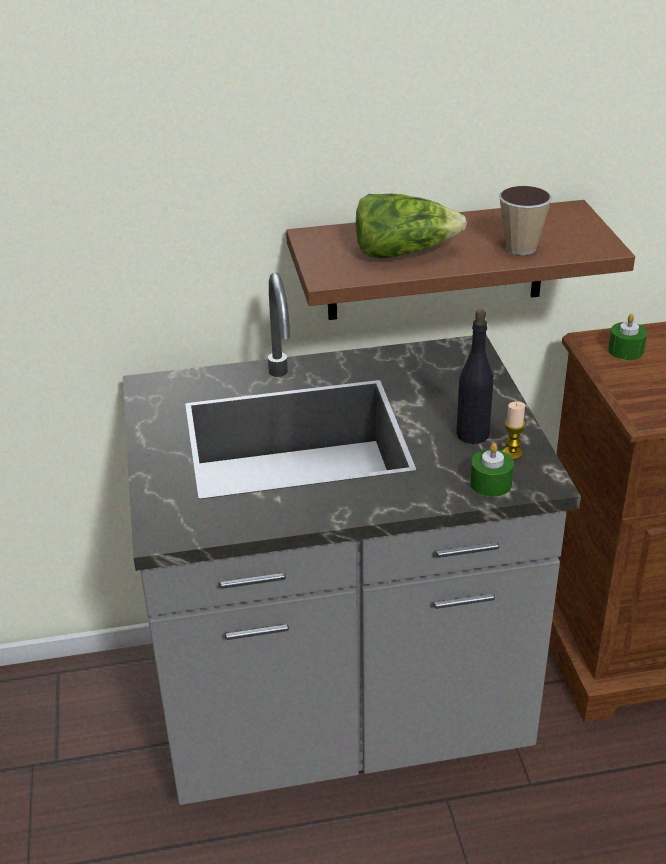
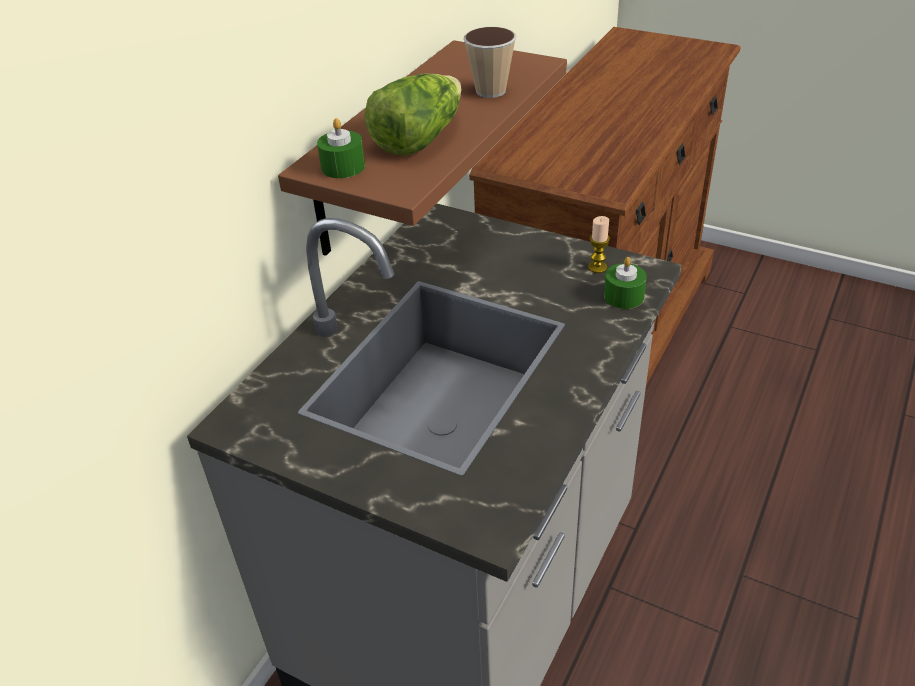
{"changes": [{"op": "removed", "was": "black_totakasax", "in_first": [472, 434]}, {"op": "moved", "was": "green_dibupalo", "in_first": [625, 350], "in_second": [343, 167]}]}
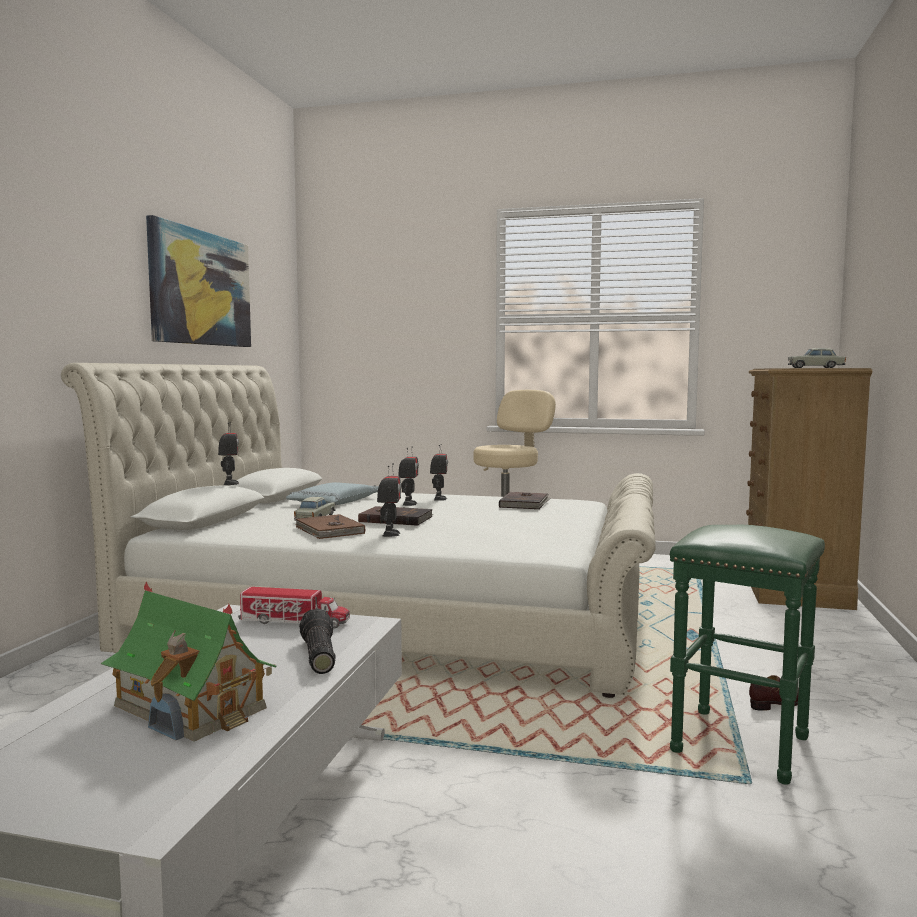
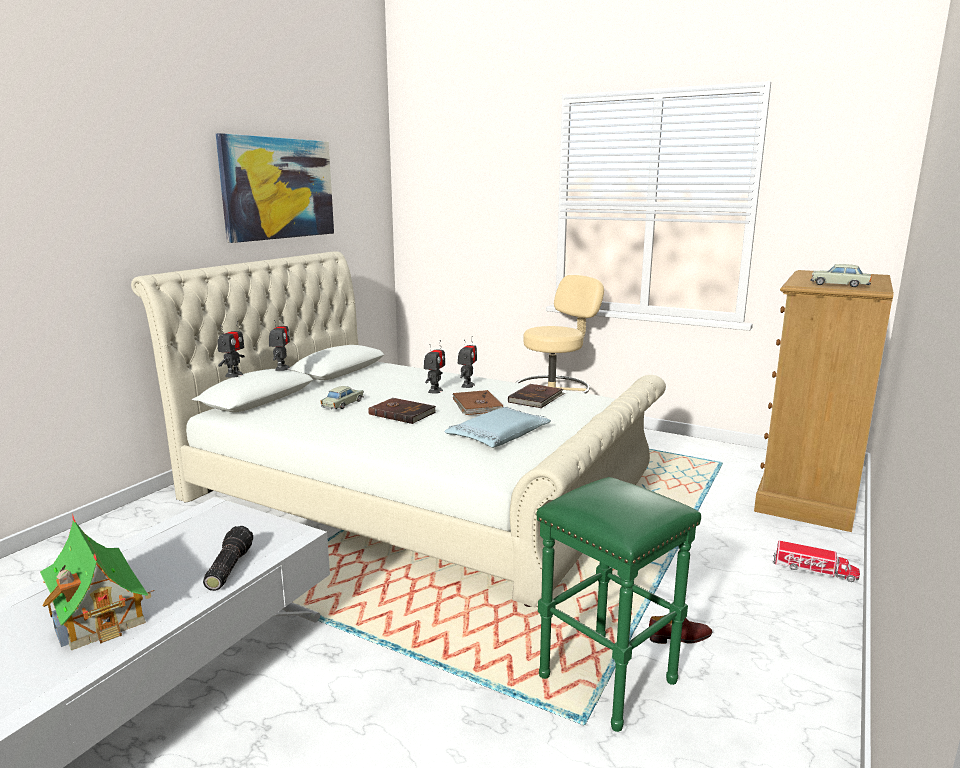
{"changes": [{"op": "moved", "was": "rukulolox", "in_first": [294, 622], "in_second": [814, 570]}, {"op": "moved", "was": "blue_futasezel", "in_first": [335, 500], "in_second": [499, 434]}, {"op": "moved", "was": "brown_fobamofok", "in_first": [328, 530], "in_second": [476, 405]}, {"op": "moved", "was": "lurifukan", "in_first": [390, 534], "in_second": [234, 375]}]}
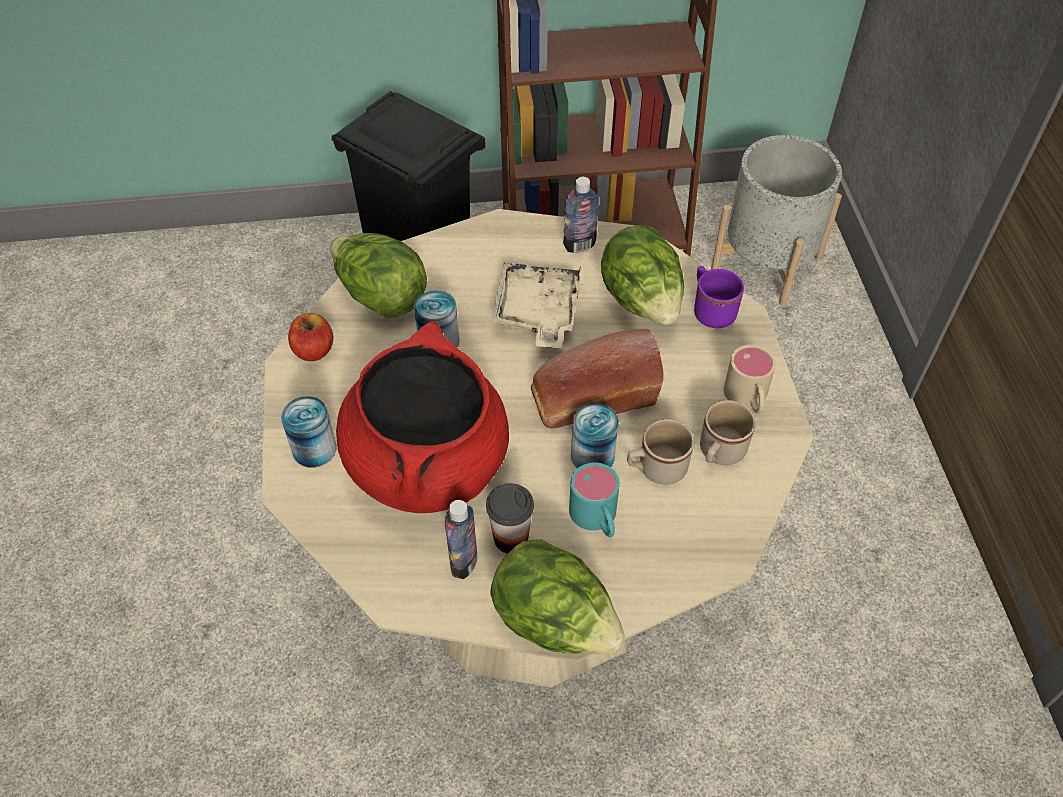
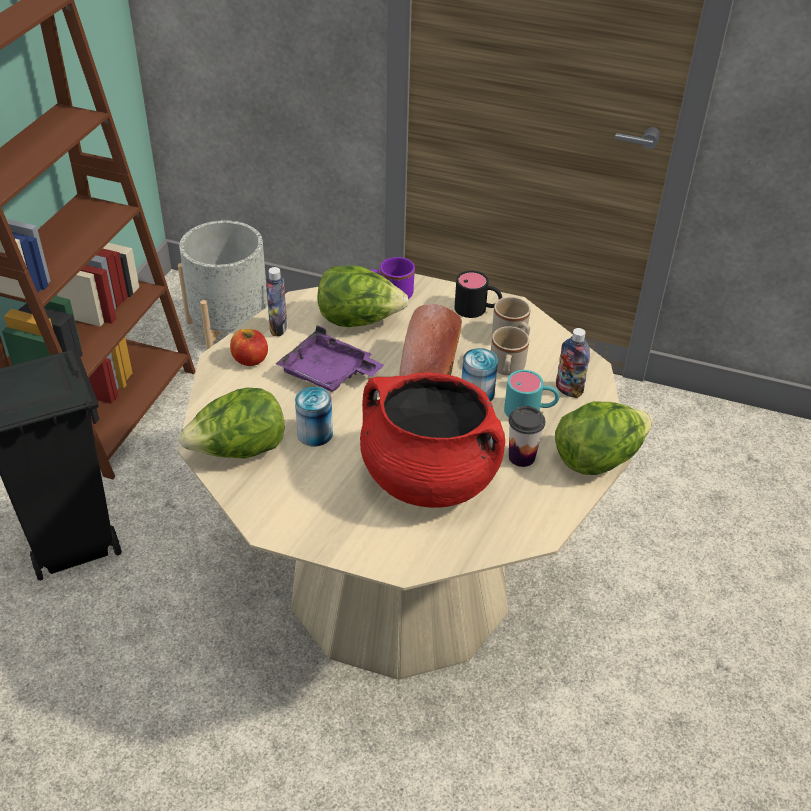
{"changes": [{"op": "removed", "was": "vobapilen", "in_first": [314, 449]}, {"op": "moved", "was": "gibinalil", "in_first": [314, 350], "in_second": [250, 359]}, {"op": "moved", "was": "totakasax", "in_first": [464, 562], "in_second": [568, 390]}, {"op": "recoloured", "was": "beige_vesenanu", "now": "purple_vesenanu", "in_first": [536, 314], "in_second": [328, 373]}, {"op": "recoloured", "was": "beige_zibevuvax", "now": "black_zibevuvax", "in_first": [748, 399], "in_second": [477, 309]}]}
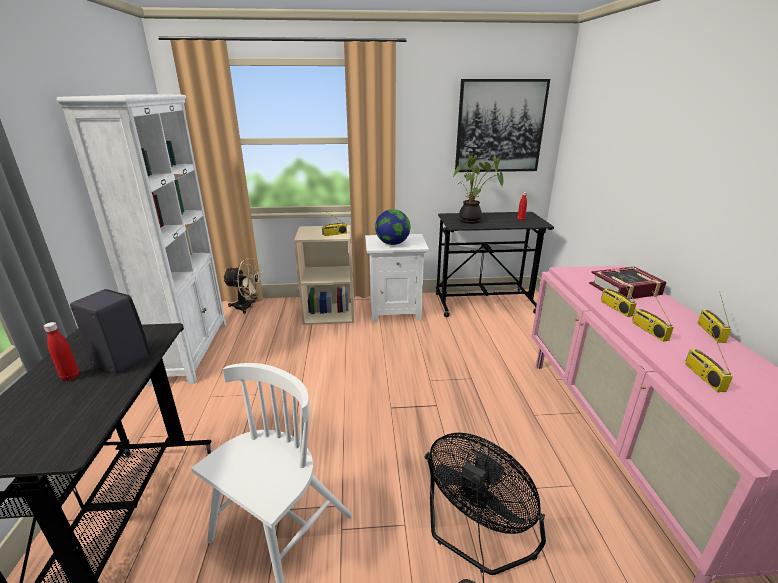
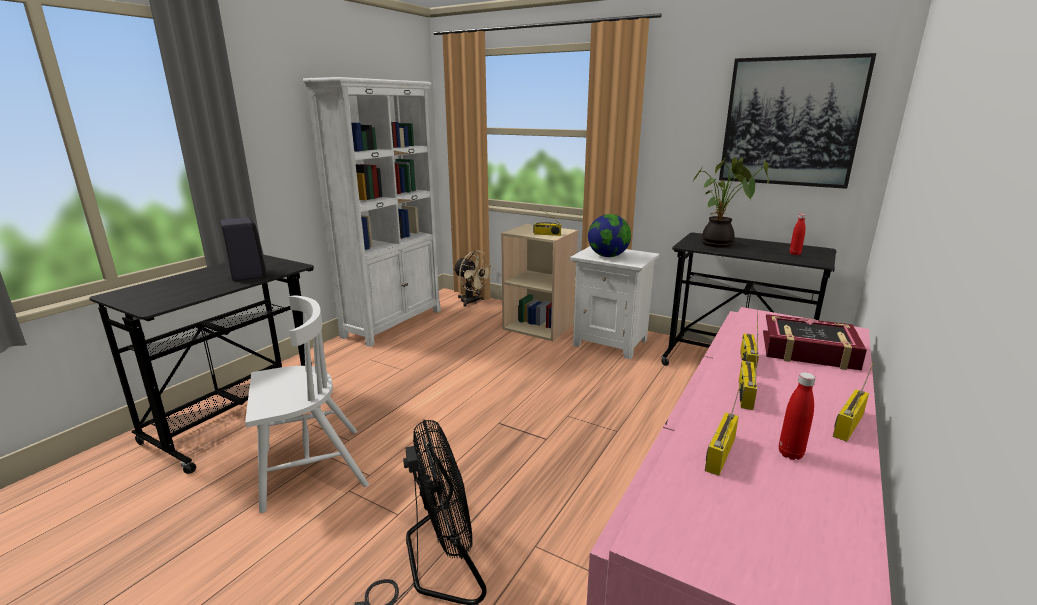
{"changes": [{"op": "moved", "was": "red_totakasax", "in_first": [70, 377], "in_second": [790, 454]}]}
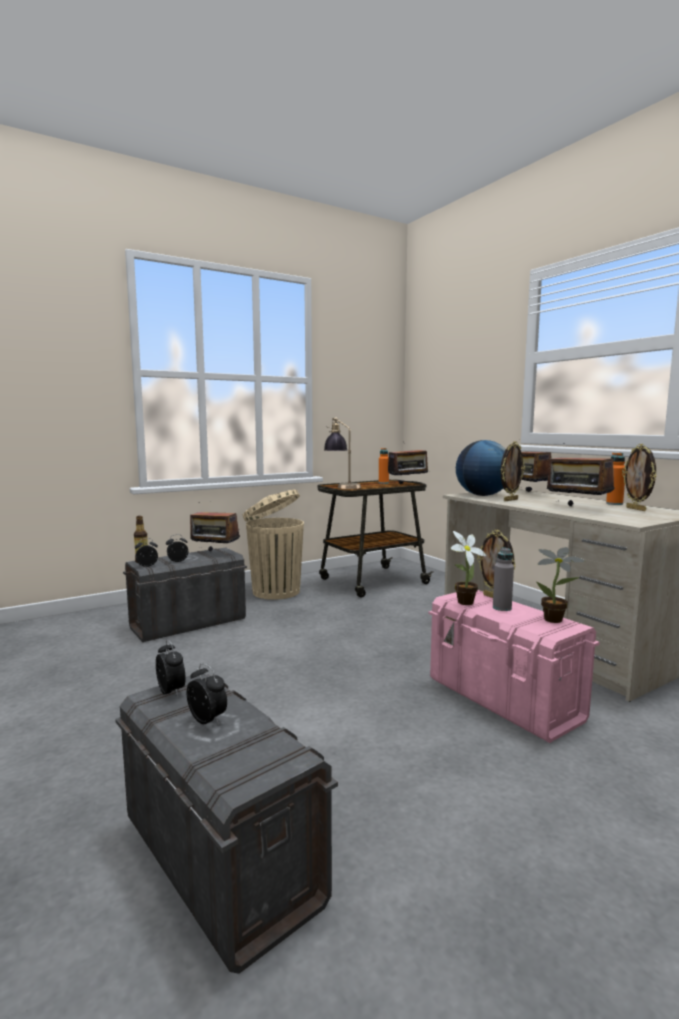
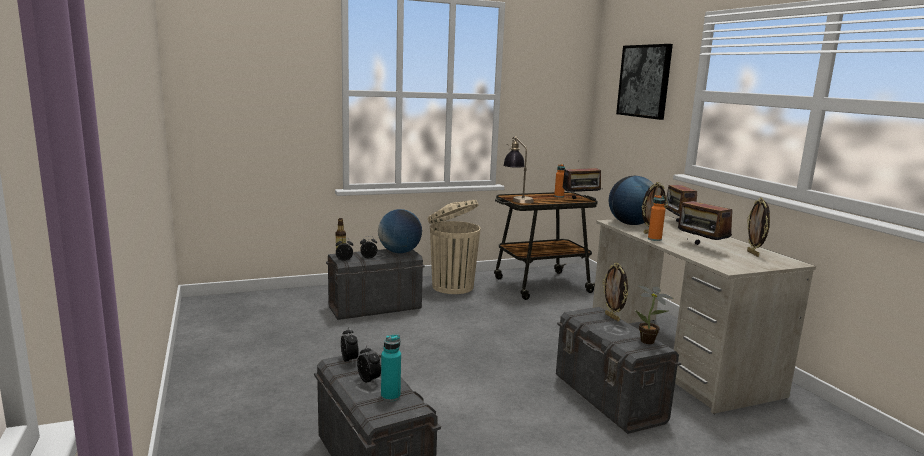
{"changes": [{"op": "replaced", "was": "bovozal", "now": "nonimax", "in_first": [215, 553], "in_second": [399, 252]}, {"op": "recoloured", "was": "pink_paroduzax", "now": "grey_paroduzax", "in_first": [504, 700], "in_second": [608, 399]}, {"op": "removed", "was": "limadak", "in_first": [463, 603]}, {"op": "removed", "was": "grey_totakasax", "in_first": [502, 608]}, {"op": "moved", "was": "orange_totakasax", "in_first": [614, 504], "in_second": [654, 239]}, {"op": "added", "now": "turquoise_totakasax", "in_second": [390, 396]}, {"op": "added", "now": "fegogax", "in_second": [644, 81]}]}
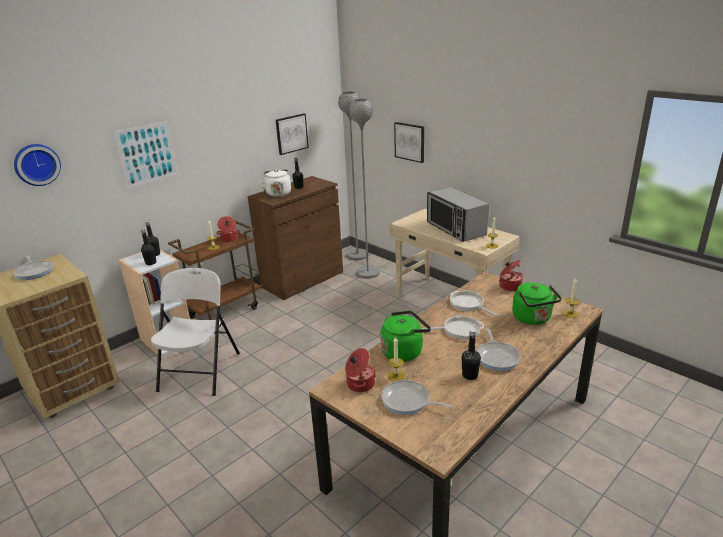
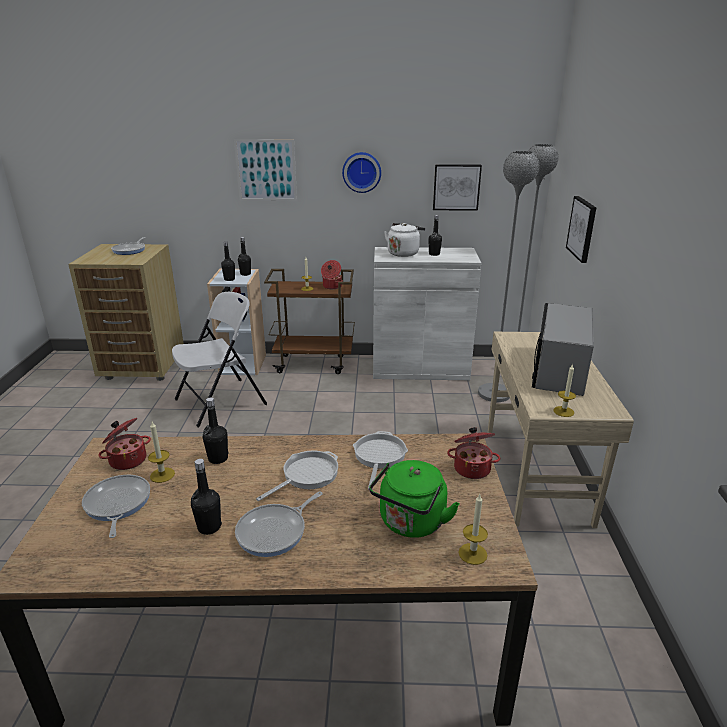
{"changes": [{"op": "moved", "was": "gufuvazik", "in_first": [36, 164], "in_second": [361, 172]}, {"op": "recoloured", "was": "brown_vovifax", "now": "white_vovifax", "in_first": [302, 279], "in_second": [420, 368]}, {"op": "replaced", "was": "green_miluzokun", "now": "black_totakasax", "in_first": [404, 351], "in_second": [218, 458]}, {"op": "turned", "was": "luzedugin", "in_first": [458, 330], "in_second": [307, 475], "clockwise": -90}]}
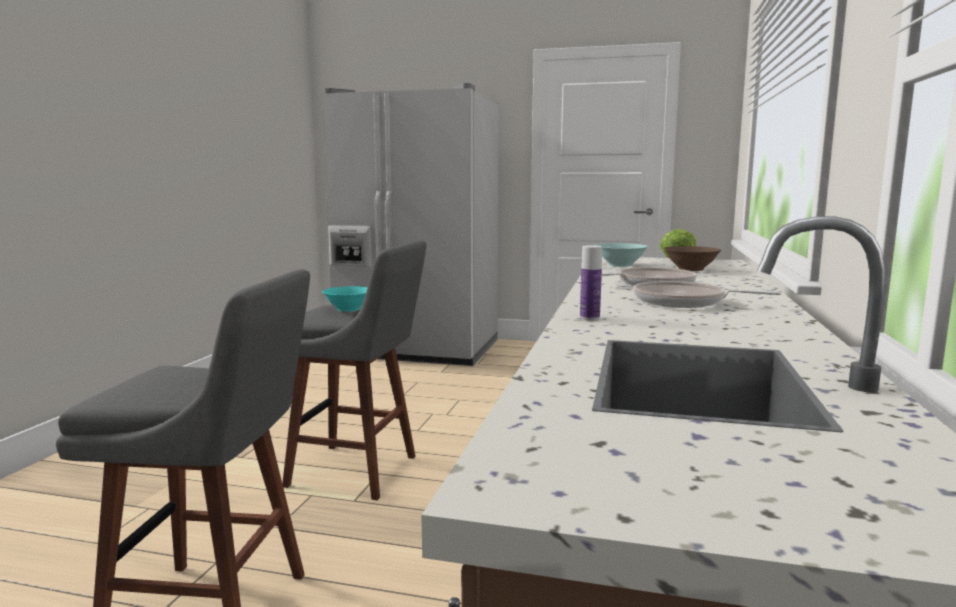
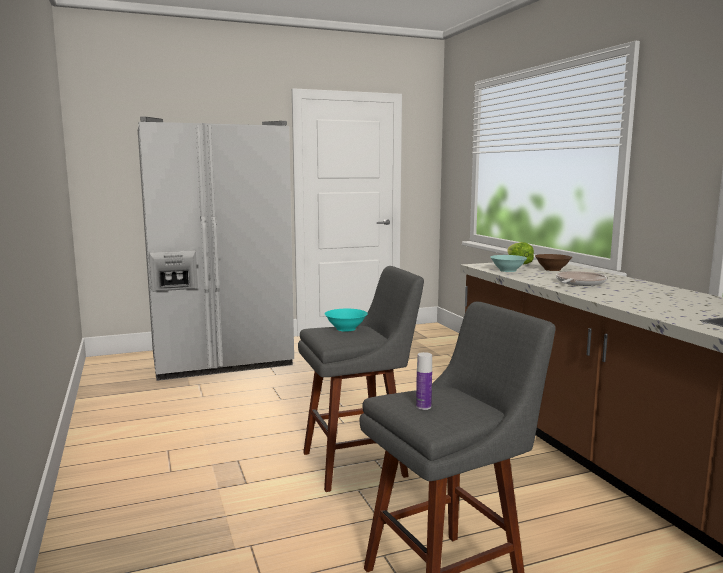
{"changes": [{"op": "moved", "was": "totakasax", "in_first": [589, 318], "in_second": [423, 407]}, {"op": "removed", "was": "luzedugin", "in_first": [684, 302]}]}
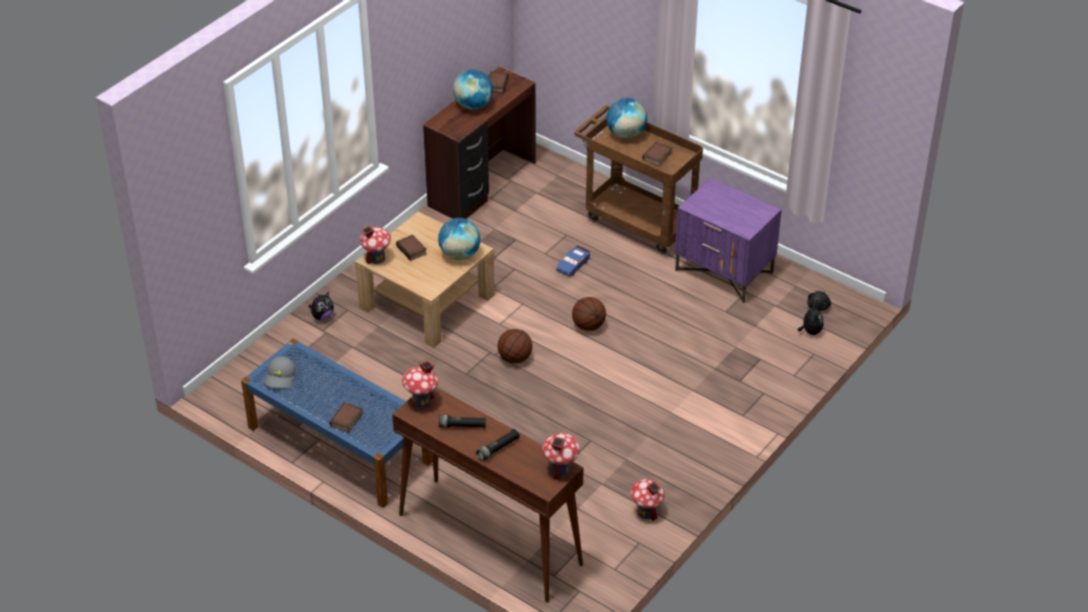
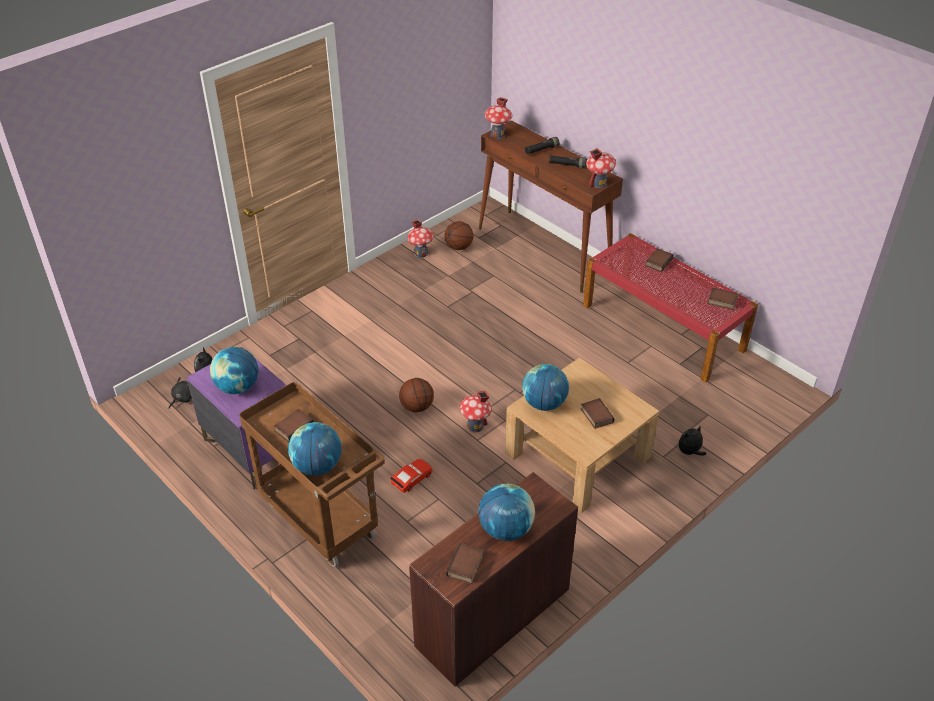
{"changes": [{"op": "recoloured", "was": "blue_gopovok", "now": "red_gopovok", "in_first": [339, 445], "in_second": [663, 327]}, {"op": "replaced", "was": "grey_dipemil", "now": "fobamofok", "in_first": [280, 377], "in_second": [721, 301]}, {"op": "moved", "was": "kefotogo", "in_first": [376, 258], "in_second": [475, 426]}, {"op": "moved", "was": "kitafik", "in_first": [514, 358], "in_second": [459, 247]}, {"op": "recoloured", "was": "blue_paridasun", "now": "red_paridasun", "in_first": [573, 265], "in_second": [411, 479]}, {"op": "added", "now": "nonimax", "in_second": [237, 387]}]}
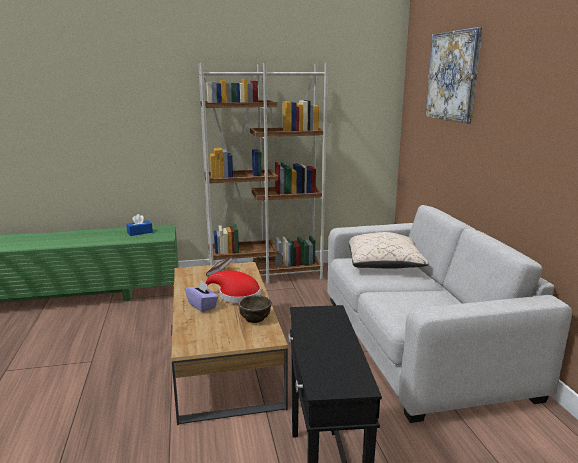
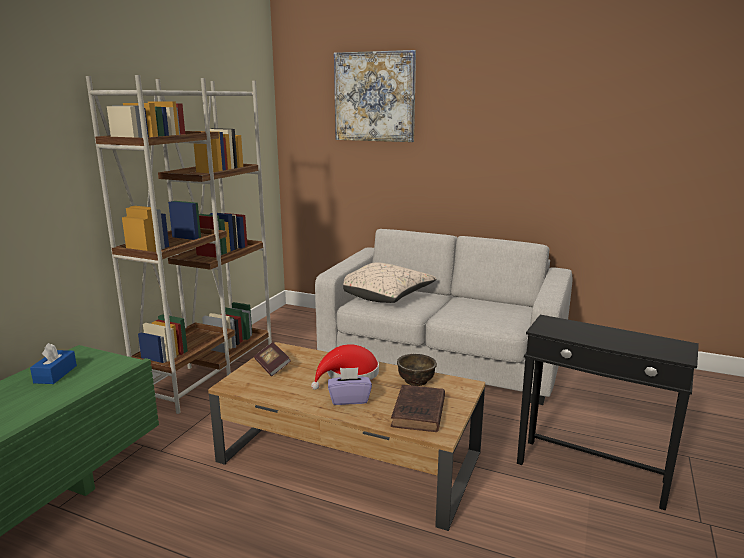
{"changes": [{"op": "added", "now": "brown_fobamofok", "in_second": [418, 413]}]}
